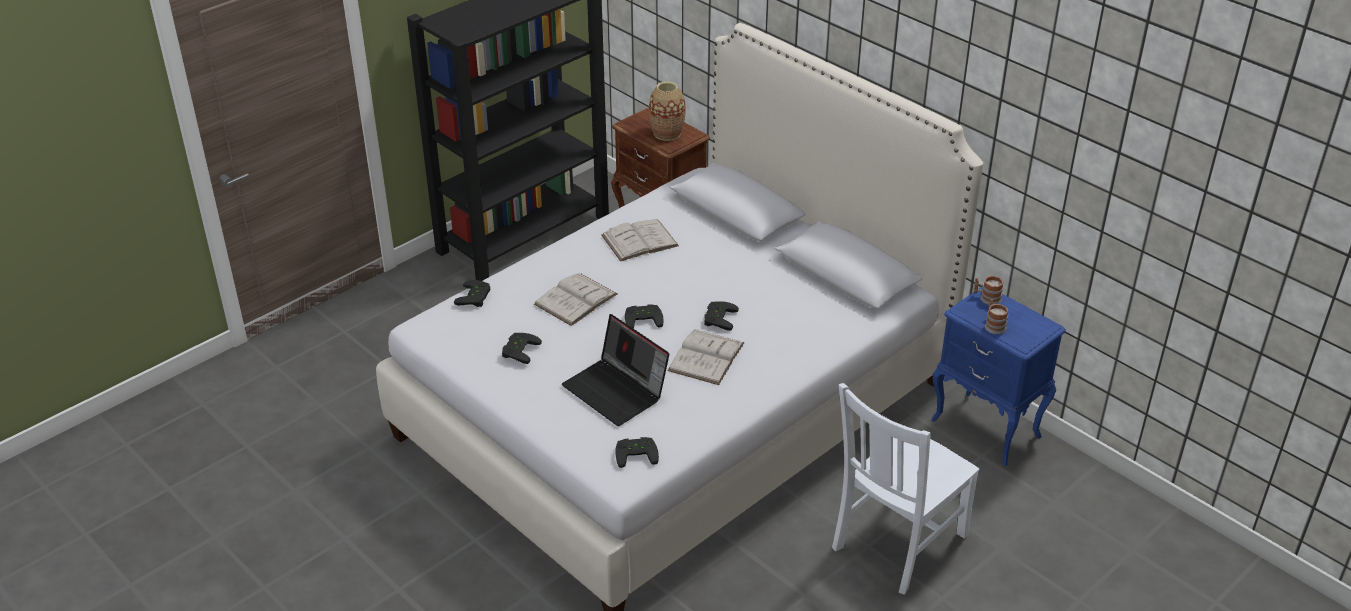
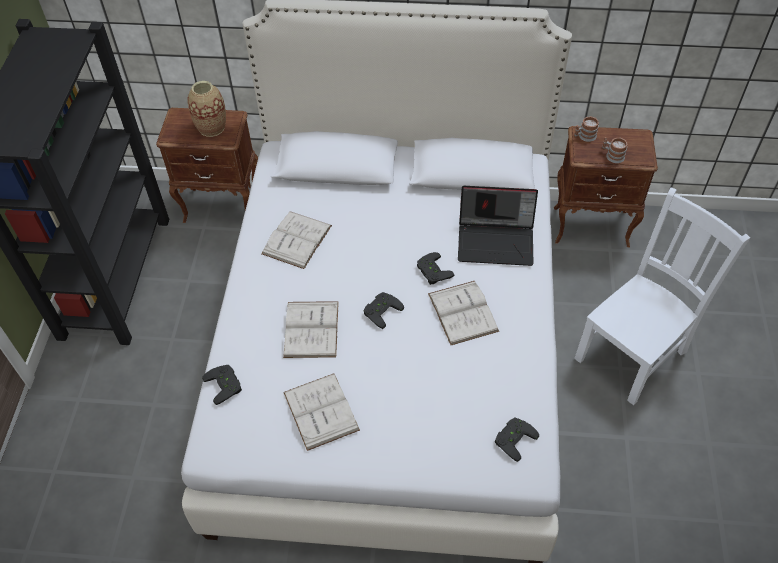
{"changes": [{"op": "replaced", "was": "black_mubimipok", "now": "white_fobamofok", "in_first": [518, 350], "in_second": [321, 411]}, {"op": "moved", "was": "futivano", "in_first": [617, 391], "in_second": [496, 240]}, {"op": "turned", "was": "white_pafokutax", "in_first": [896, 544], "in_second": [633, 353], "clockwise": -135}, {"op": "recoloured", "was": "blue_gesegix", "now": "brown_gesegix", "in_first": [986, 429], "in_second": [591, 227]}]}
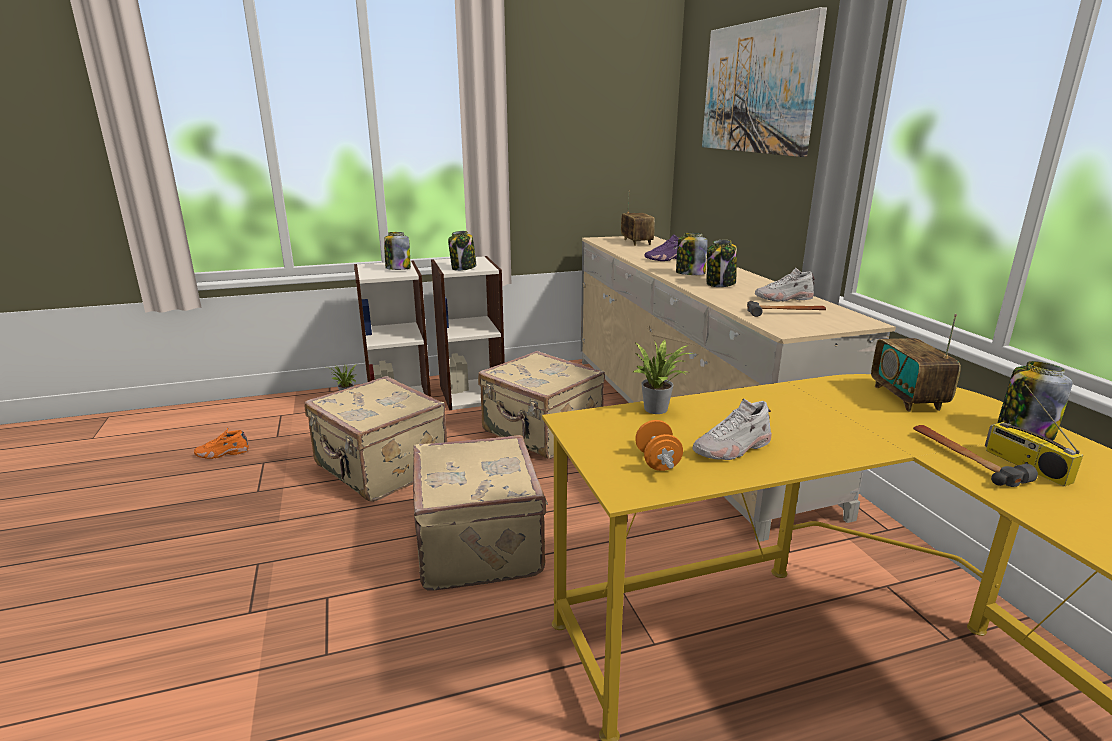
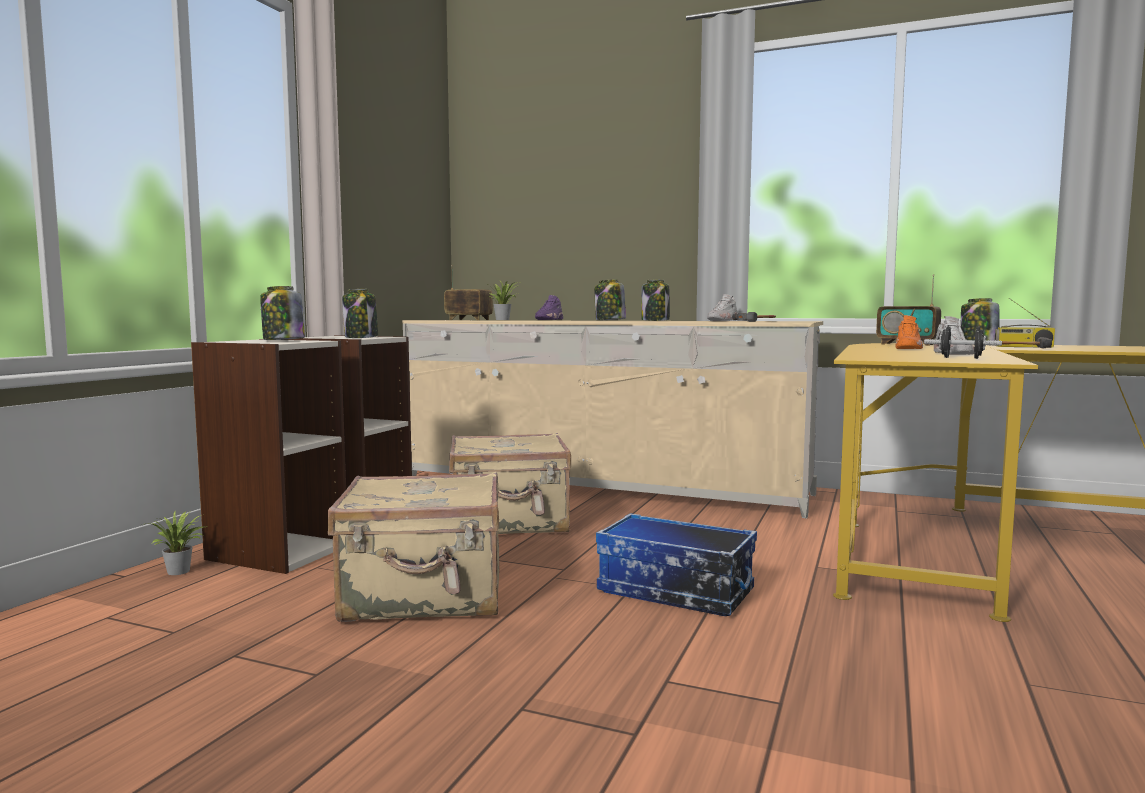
{"changes": [{"op": "moved", "was": "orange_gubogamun", "in_first": [222, 453], "in_second": [908, 348]}, {"op": "replaced", "was": "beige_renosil", "now": "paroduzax", "in_first": [481, 544], "in_second": [674, 591]}, {"op": "moved", "was": "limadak", "in_first": [659, 409], "in_second": [503, 319]}, {"op": "recoloured", "was": "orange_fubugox", "now": "black_fubugox", "in_first": [657, 462], "in_second": [961, 358]}, {"op": "removed", "was": "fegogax", "in_first": [758, 88]}]}
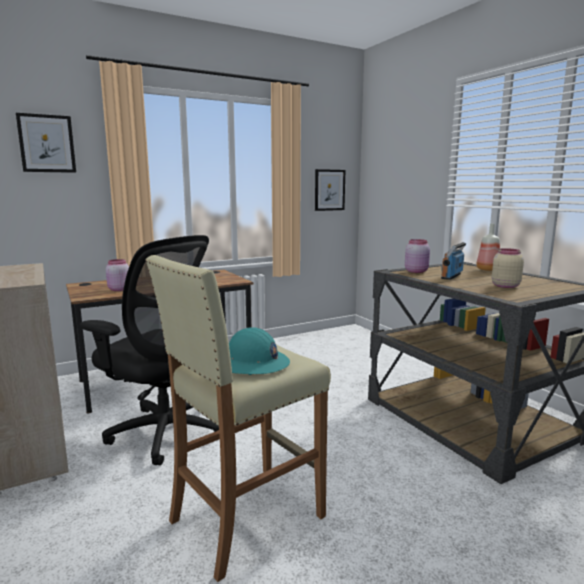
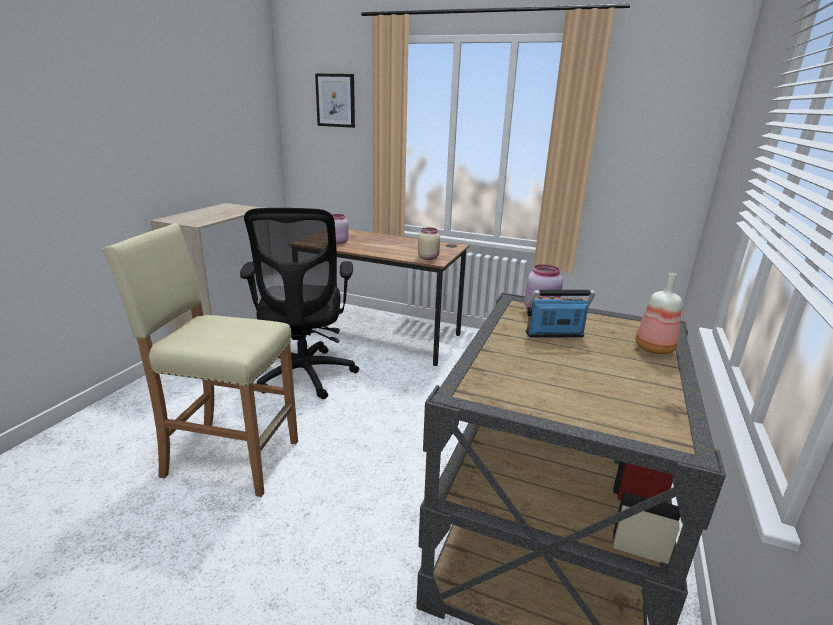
{"changes": [{"op": "removed", "was": "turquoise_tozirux", "in_first": [252, 364]}, {"op": "removed", "was": "fegogax", "in_first": [329, 190]}, {"op": "moved", "was": "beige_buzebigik", "in_first": [504, 286], "in_second": [428, 257]}]}
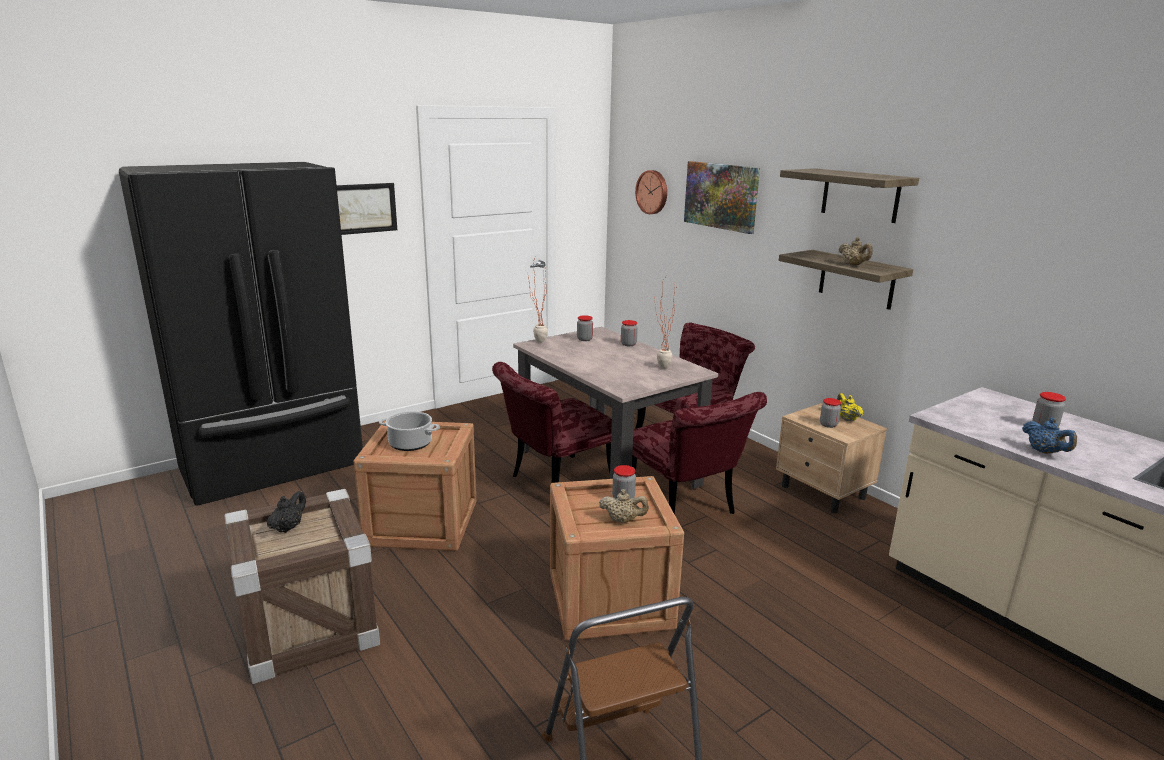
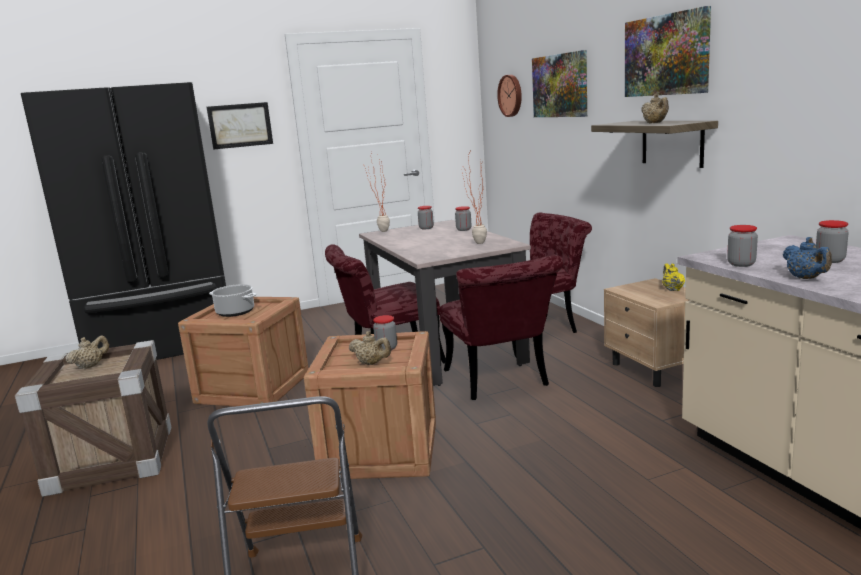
{"changes": [{"op": "recoloured", "was": "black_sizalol", "now": "beige_sizalol", "in_first": [288, 527], "in_second": [90, 366]}, {"op": "replaced", "was": "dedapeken", "now": "fegogax", "in_first": [860, 195], "in_second": [666, 55]}, {"op": "moved", "was": "buzebigik", "in_first": [828, 425], "in_second": [741, 264]}]}
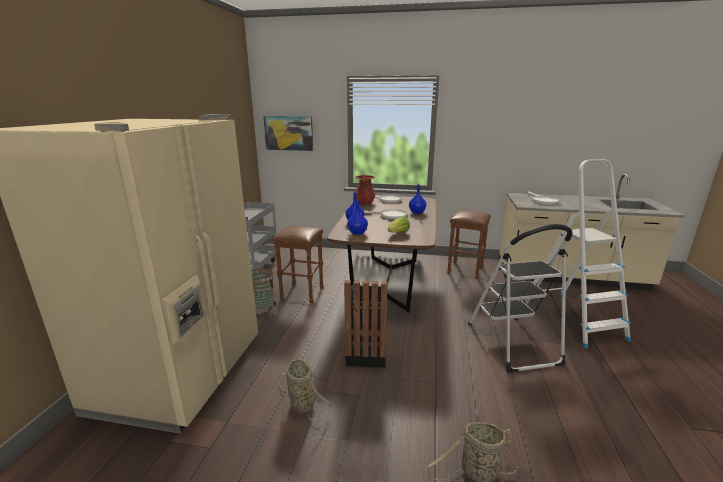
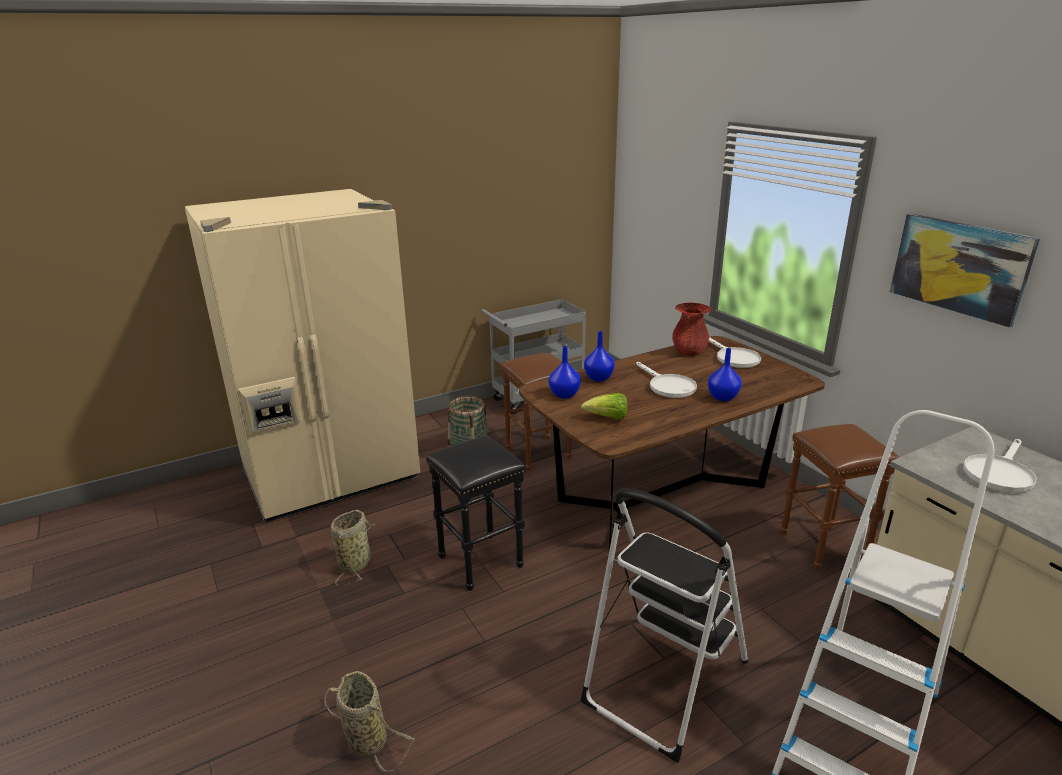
{"changes": [{"op": "moved", "was": "fegogax", "in_first": [288, 133], "in_second": [959, 267]}, {"op": "replaced", "was": "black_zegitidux", "now": "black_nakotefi", "in_first": [366, 354], "in_second": [478, 560]}]}
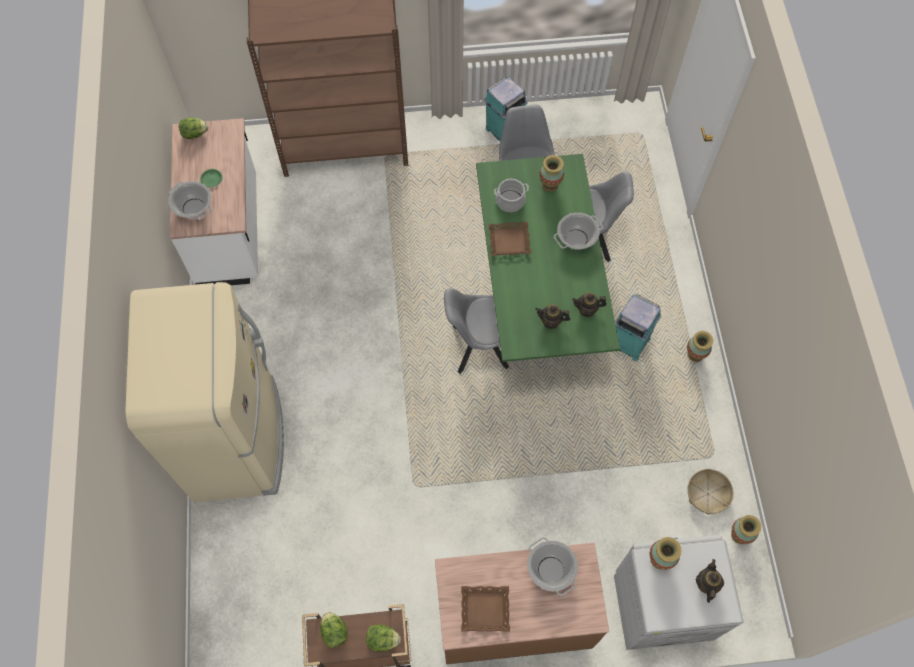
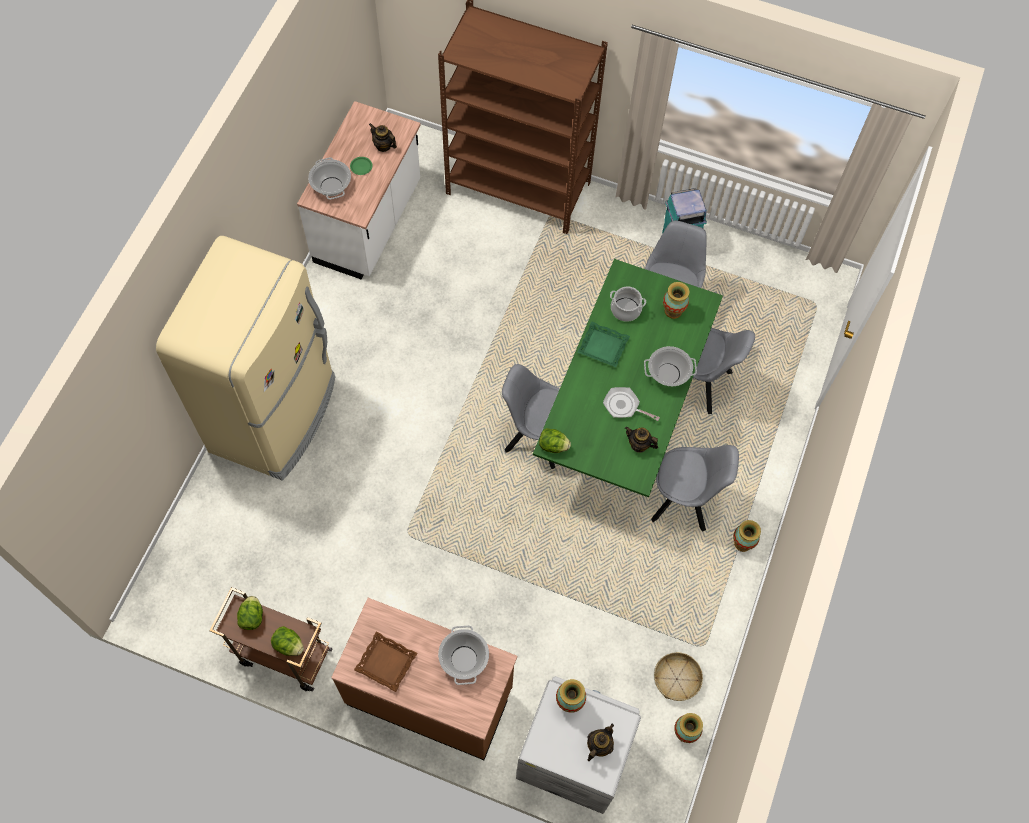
{"changes": [{"op": "moved", "was": "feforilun", "in_first": [194, 134], "in_second": [553, 445]}, {"op": "recoloured", "was": "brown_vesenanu", "now": "green_vesenanu", "in_first": [509, 241], "in_second": [602, 347]}, {"op": "moved", "was": "sizalol", "in_first": [551, 321], "in_second": [383, 145]}, {"op": "replaced", "was": "turquoise_zegitidux", "now": "grey_pafokutax", "in_first": [629, 342], "in_second": [684, 500]}, {"op": "added", "now": "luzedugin", "in_second": [624, 406]}]}
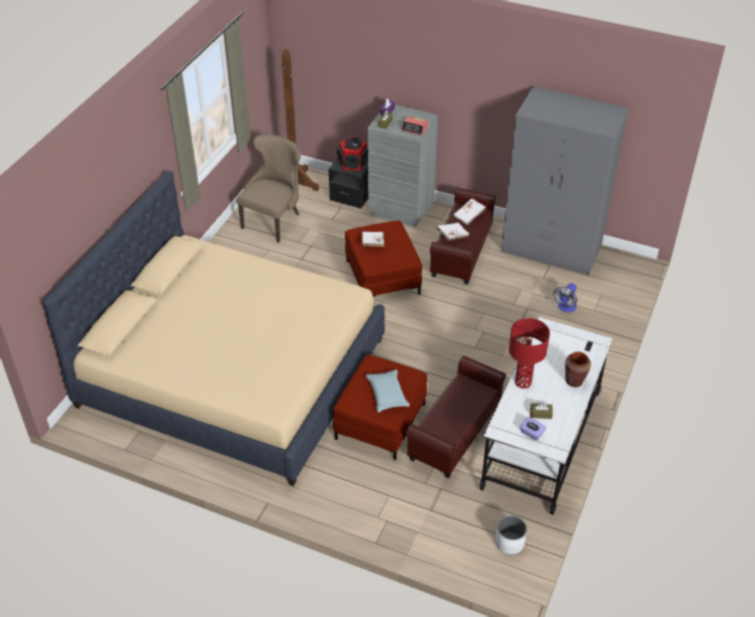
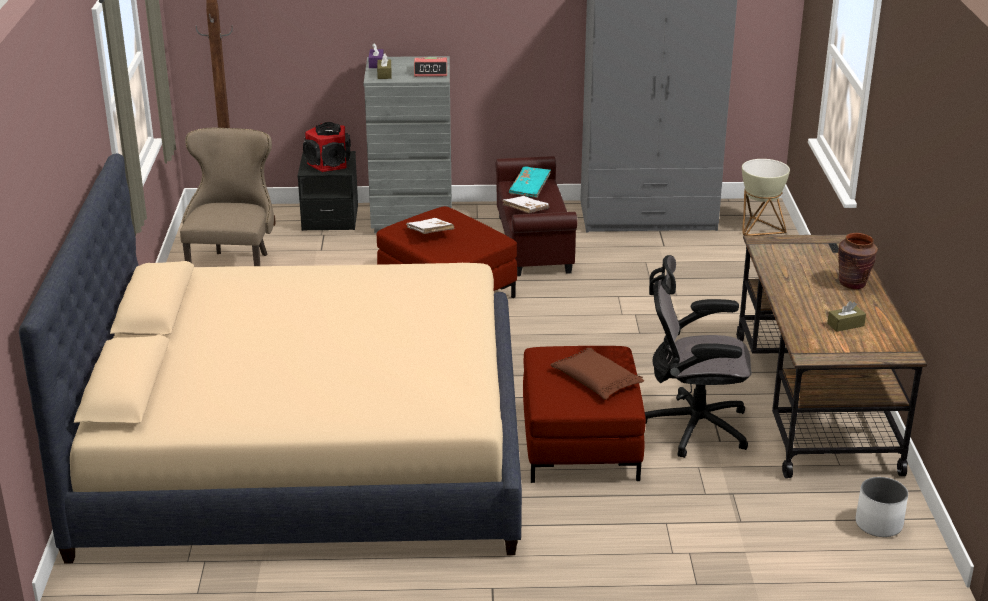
{"changes": [{"op": "recoloured", "was": "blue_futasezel", "now": "brown_futasezel", "in_first": [387, 393], "in_second": [596, 379]}, {"op": "replaced", "was": "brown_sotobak", "now": "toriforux", "in_first": [454, 433], "in_second": [694, 428]}, {"op": "recoloured", "was": "white_fobamofok", "now": "turquoise_fobamofok", "in_first": [469, 215], "in_second": [530, 189]}, {"op": "recoloured", "was": "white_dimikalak", "now": "brown_dimikalak", "in_first": [542, 438], "in_second": [814, 402]}, {"op": "removed", "was": "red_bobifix", "in_first": [523, 382]}, {"op": "removed", "was": "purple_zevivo", "in_first": [531, 433]}, {"op": "removed", "was": "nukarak", "in_first": [565, 308]}, {"op": "added", "now": "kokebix", "in_second": [759, 229]}]}
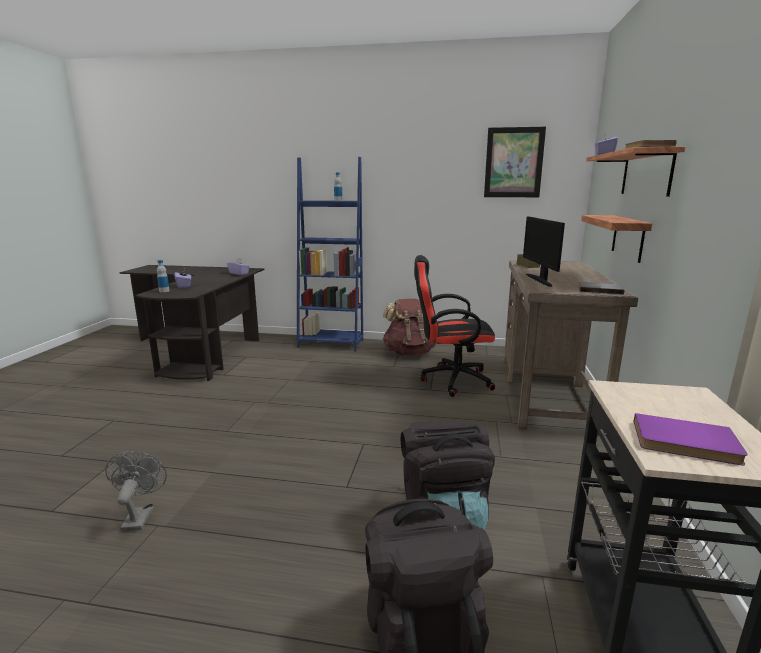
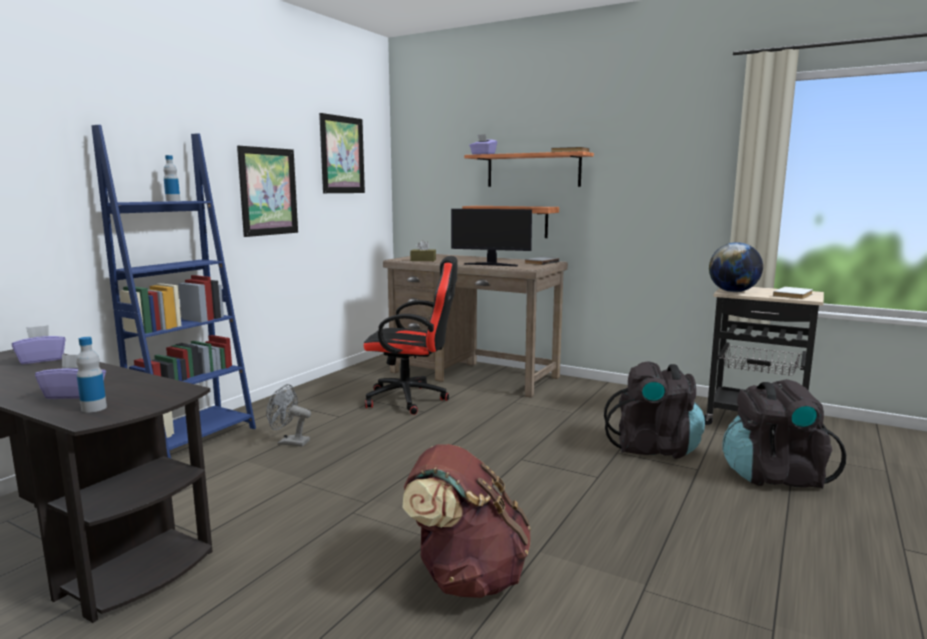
{"changes": [{"op": "moved", "was": "grey_nukarak", "in_first": [139, 516], "in_second": [289, 442]}, {"op": "moved", "was": "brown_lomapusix", "in_first": [409, 353], "in_second": [466, 577]}, {"op": "turned", "was": "black_toriforux", "in_first": [450, 381], "in_second": [412, 400], "clockwise": -105}, {"op": "recoloured", "was": "purple_fobamofok", "now": "white_fobamofok", "in_first": [685, 443], "in_second": [794, 295]}, {"op": "added", "now": "fegogax", "in_second": [268, 191]}, {"op": "added", "now": "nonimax", "in_second": [733, 291]}]}
